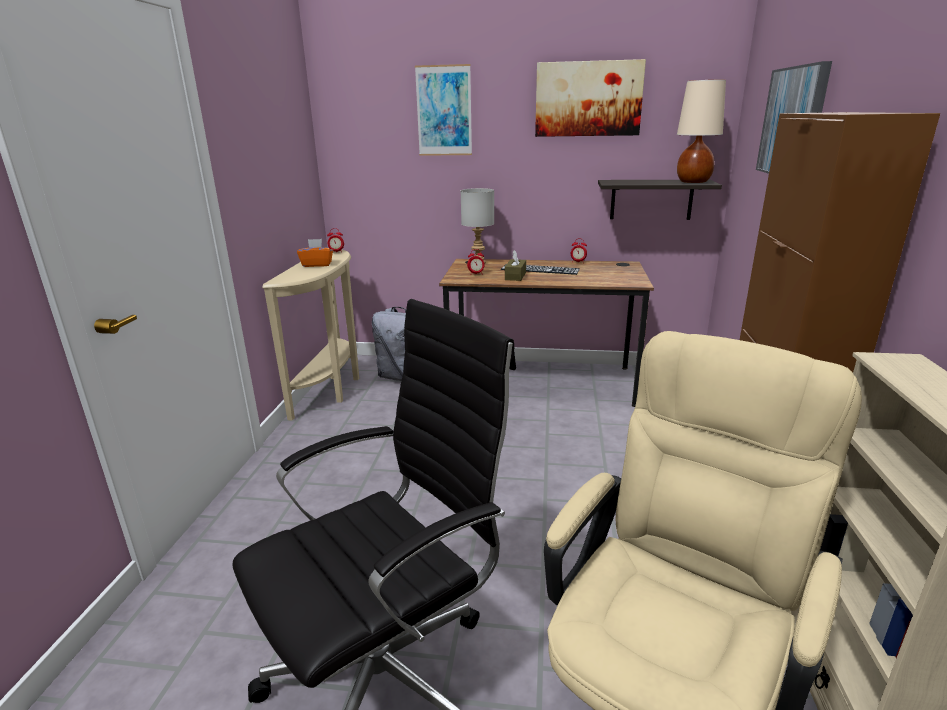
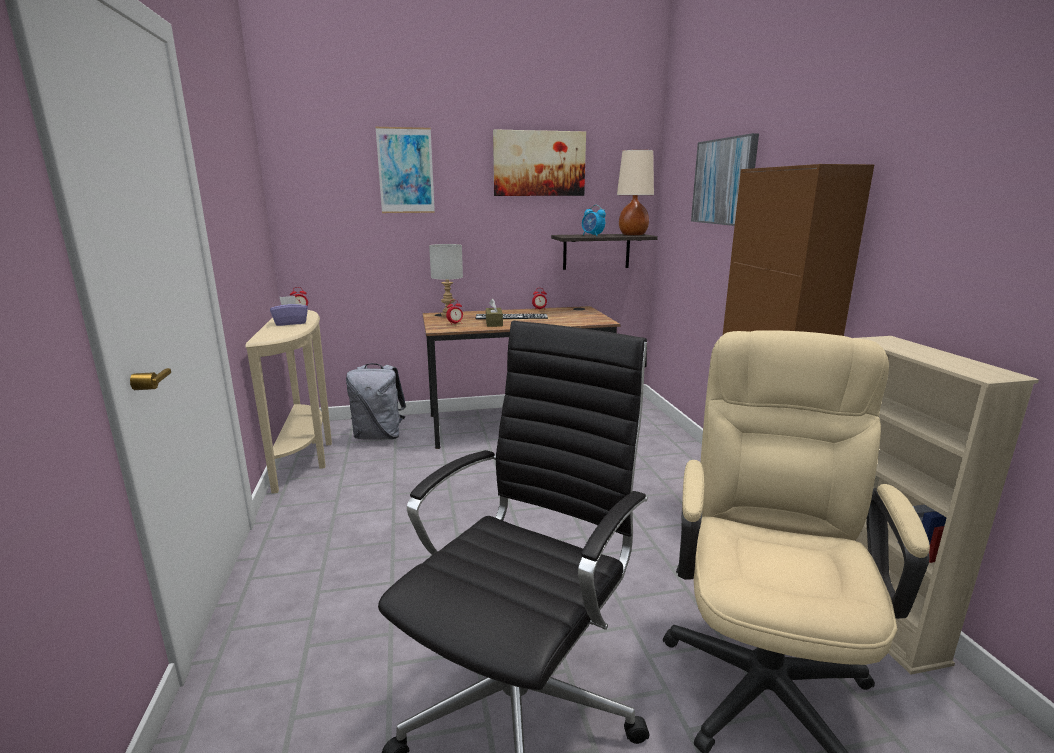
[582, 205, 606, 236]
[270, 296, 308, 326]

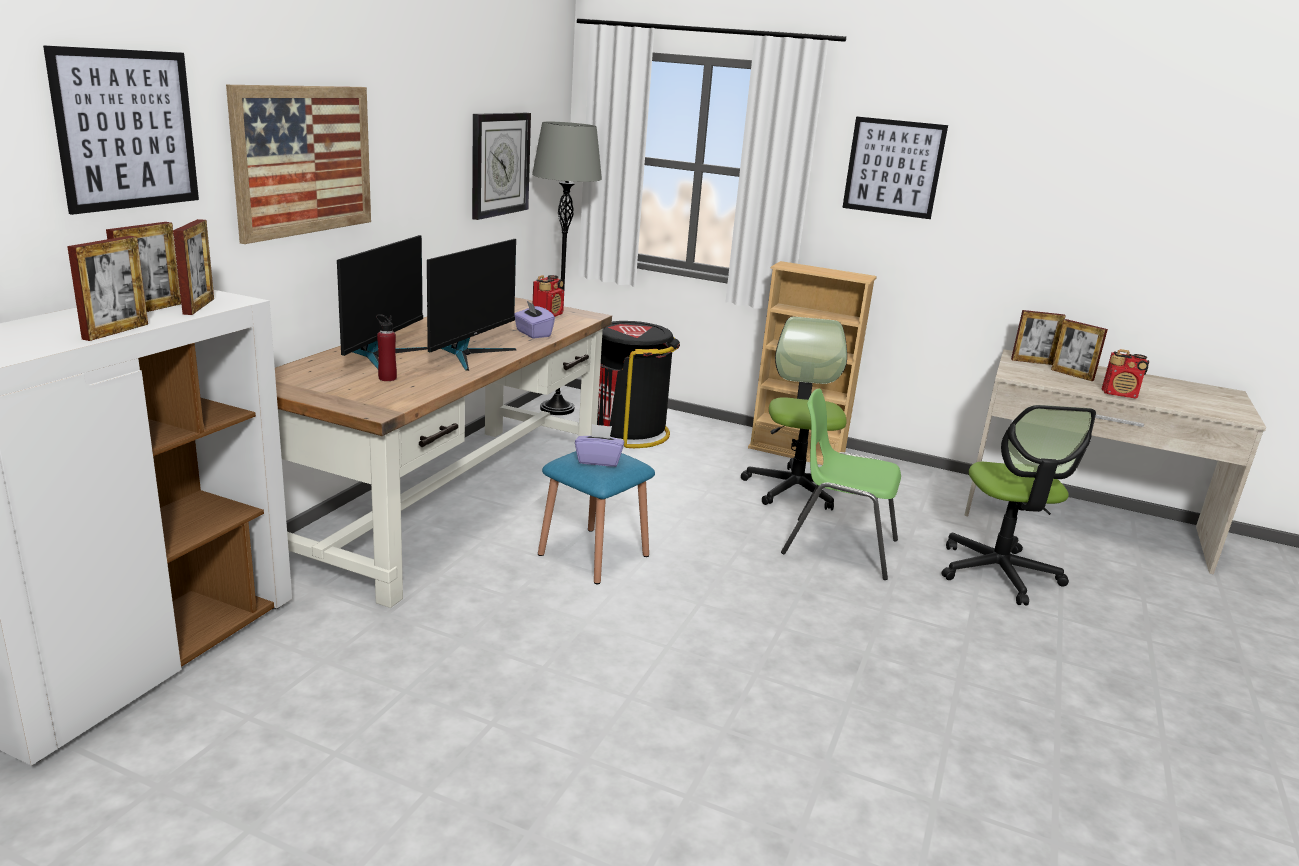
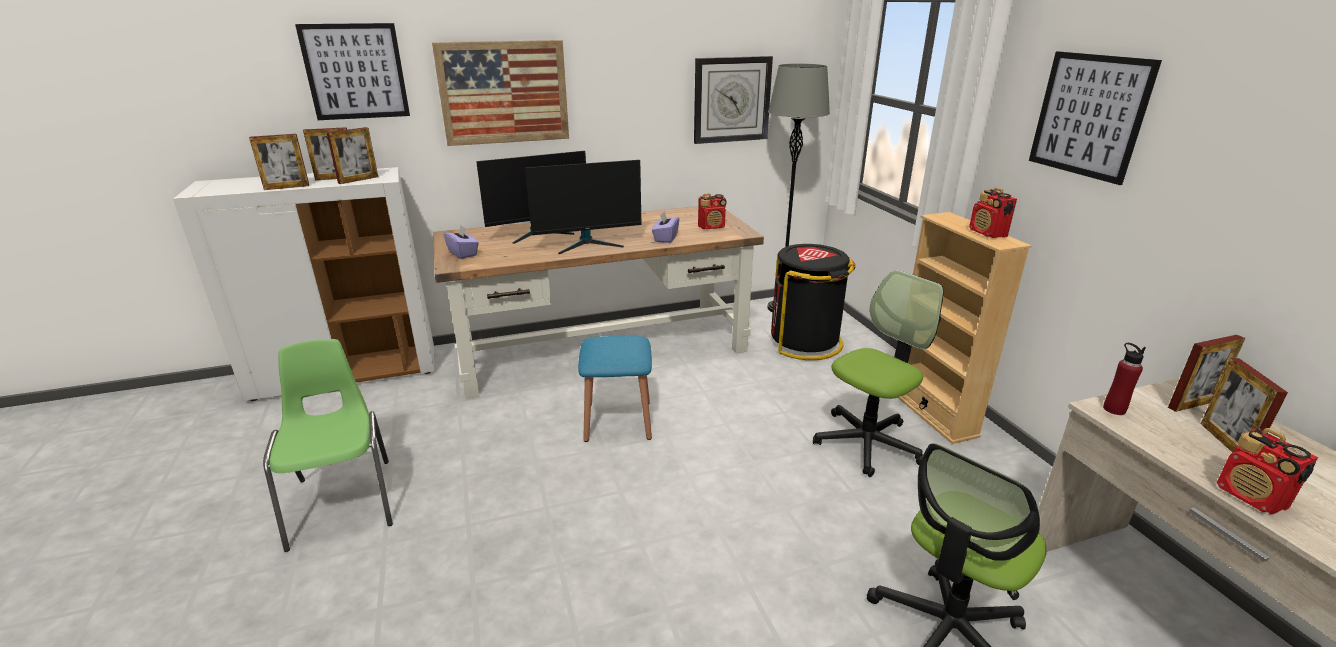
[969, 187, 1017, 238]
[1103, 343, 1146, 415]
[444, 225, 479, 259]
[263, 339, 393, 552]
[1168, 335, 1245, 412]

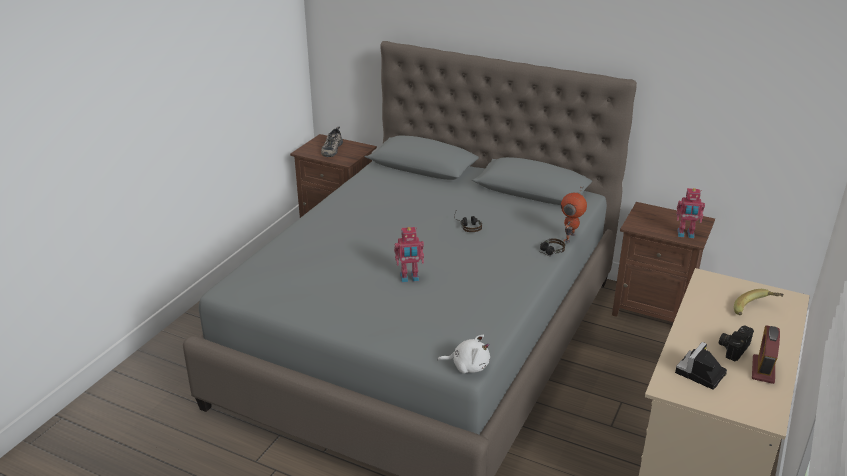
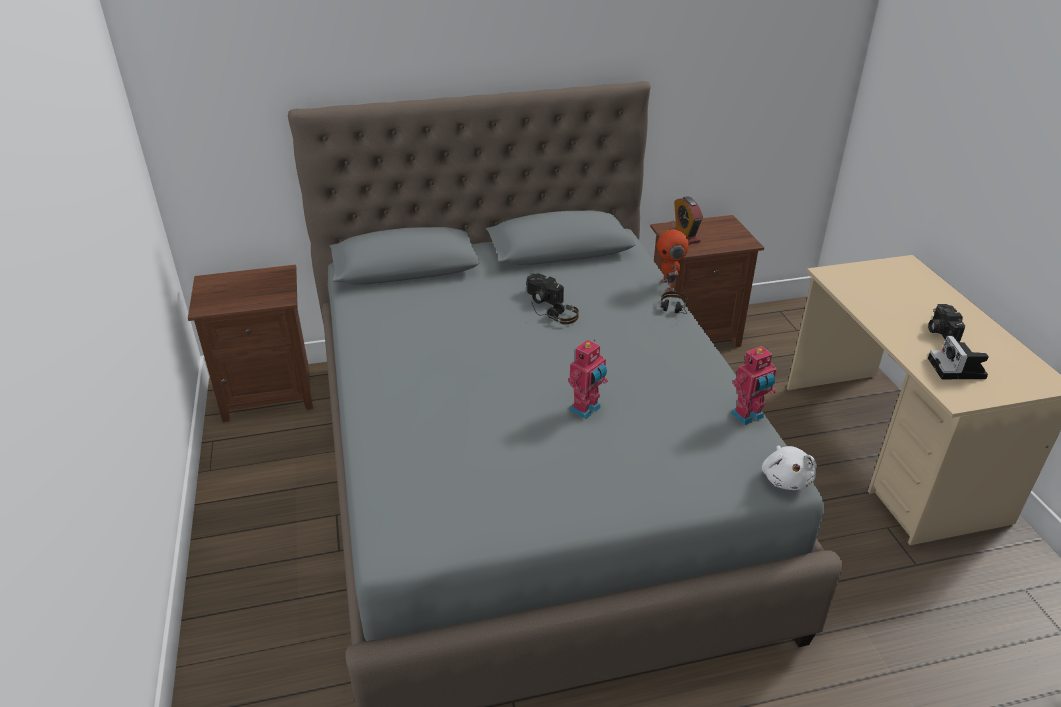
[321, 127, 343, 157] (first image)
[734, 289, 784, 315] (first image)
[526, 273, 564, 305]
[731, 346, 776, 425]
[670, 196, 703, 244]
[762, 445, 817, 490]

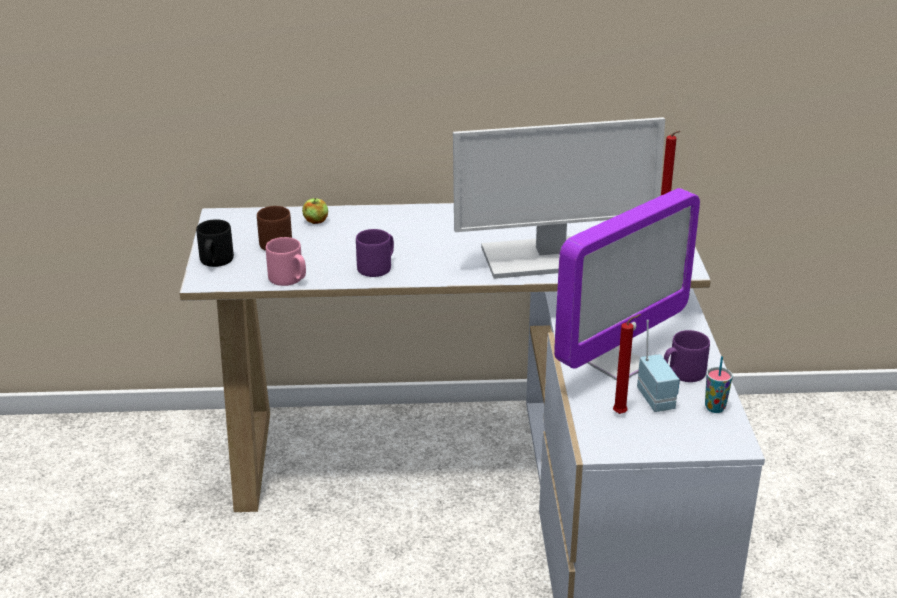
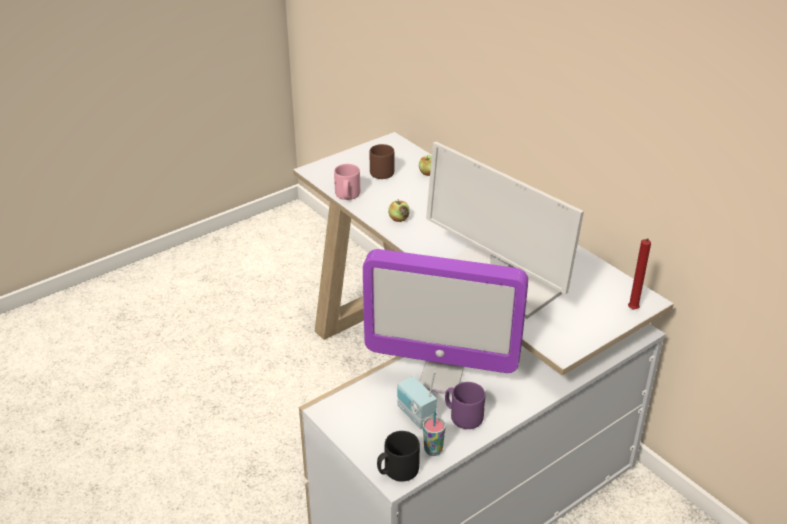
[613, 314, 641, 414] (first image)
[377, 431, 420, 482]
[388, 199, 410, 222]
[397, 371, 437, 429]

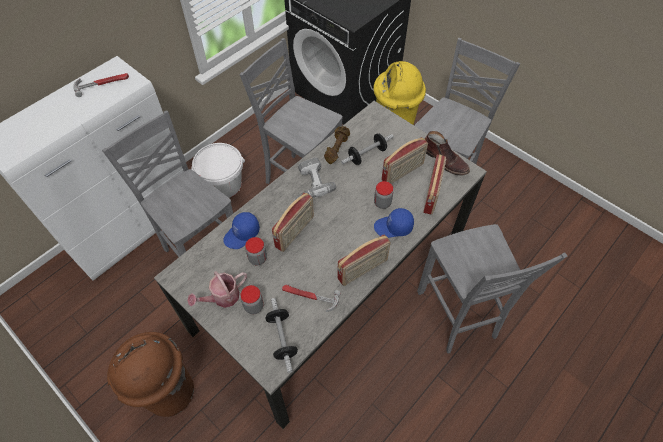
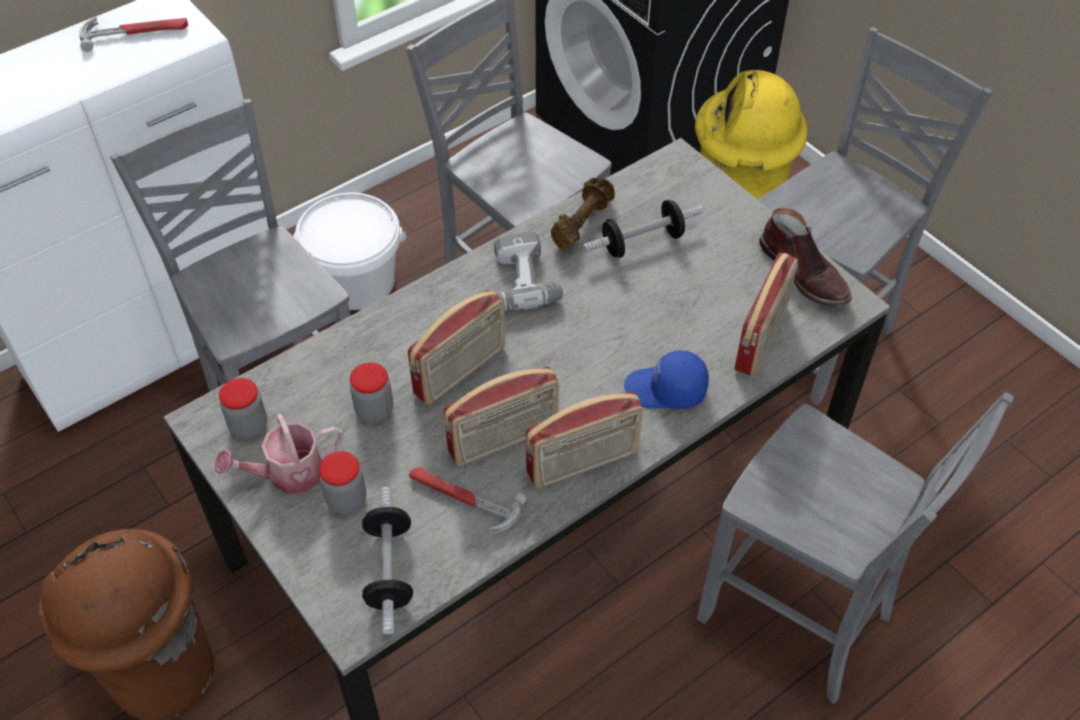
[224, 212, 260, 249] (first image)
[219, 378, 267, 439]
[444, 366, 559, 466]
[697, 392, 1014, 704]

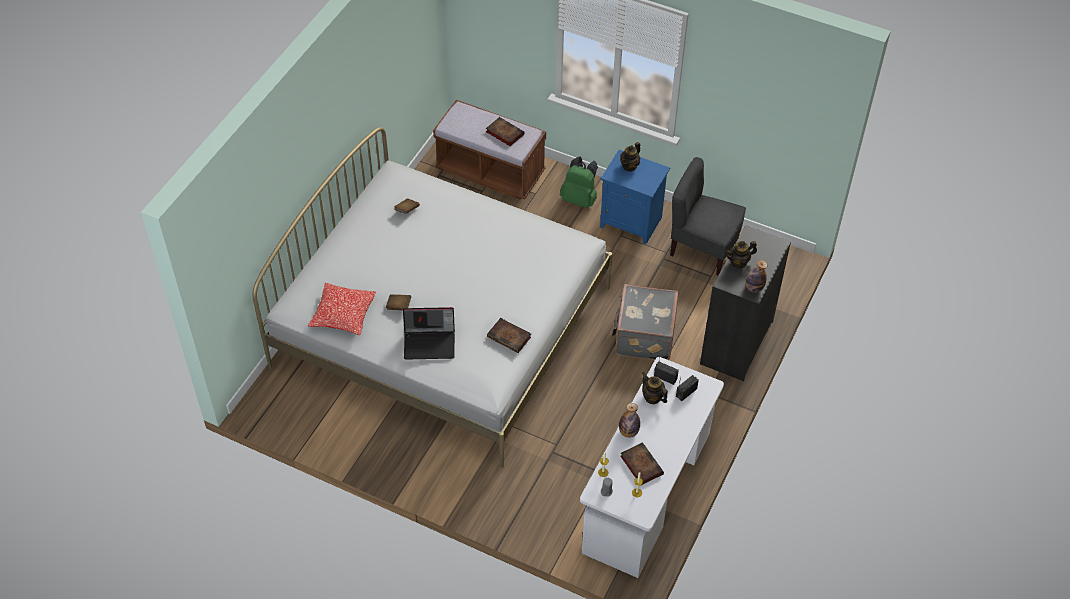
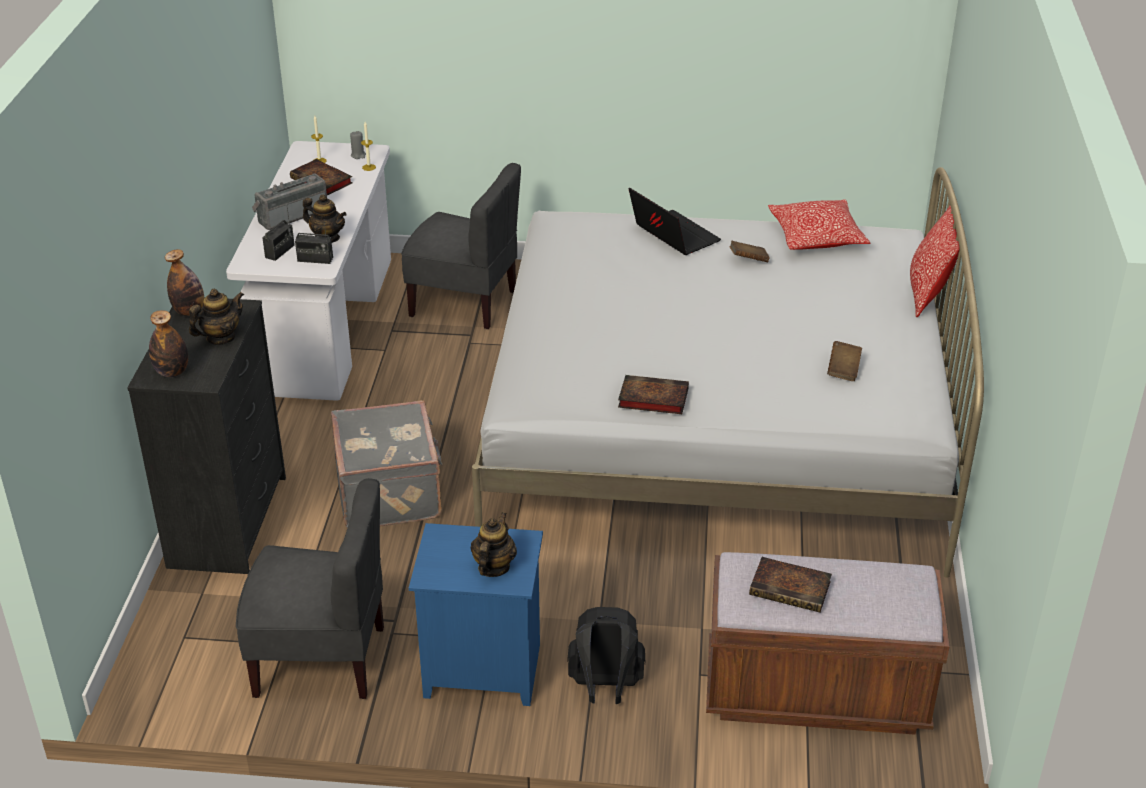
[252, 173, 327, 230]
[401, 163, 521, 329]
[910, 206, 960, 318]
[618, 375, 689, 414]
[149, 310, 188, 377]
[567, 607, 645, 704]
[629, 187, 721, 255]

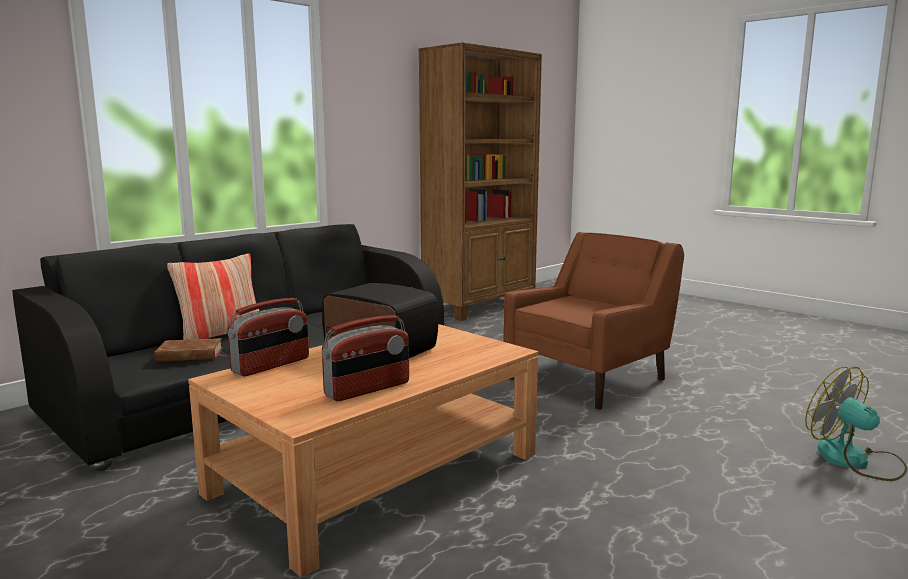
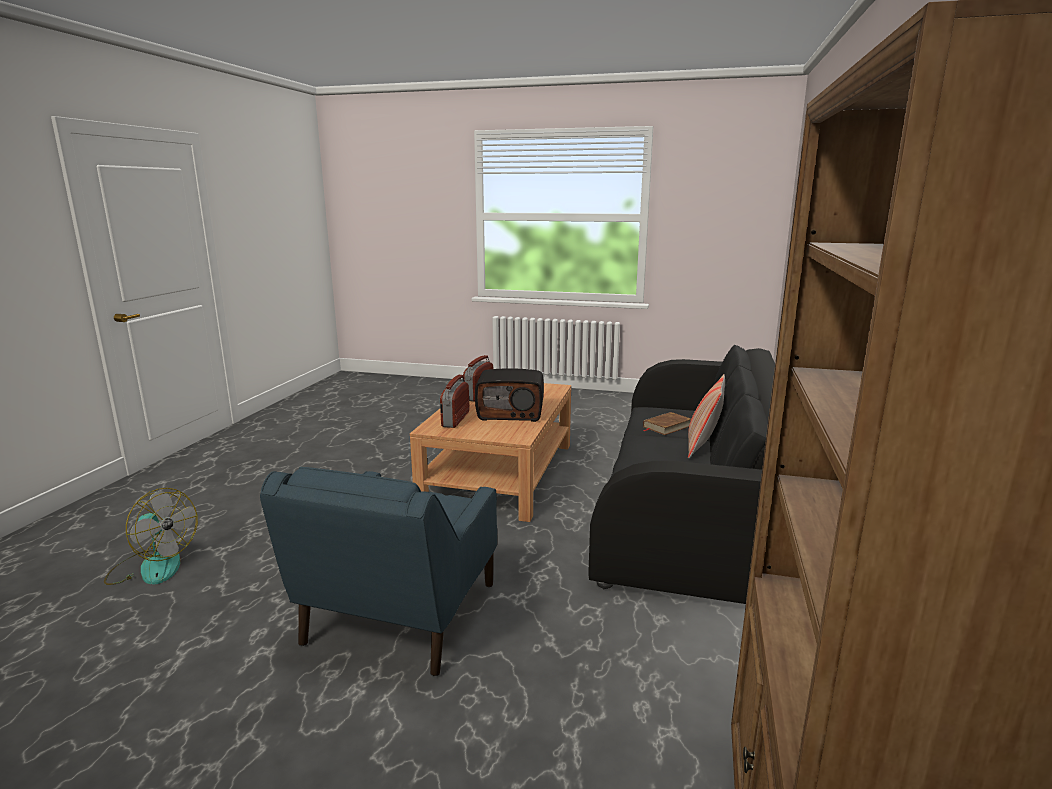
[440, 375, 469, 428]
[260, 467, 497, 676]

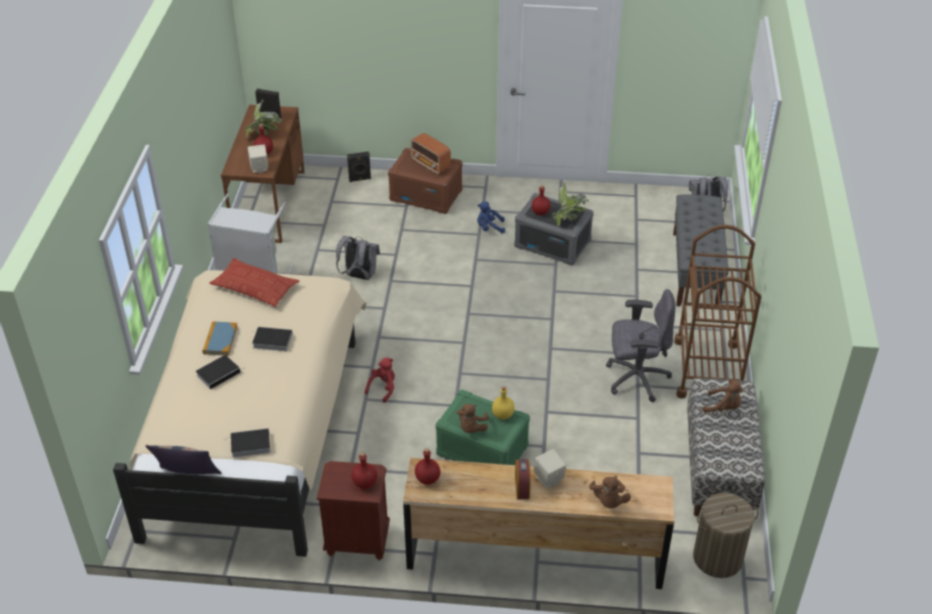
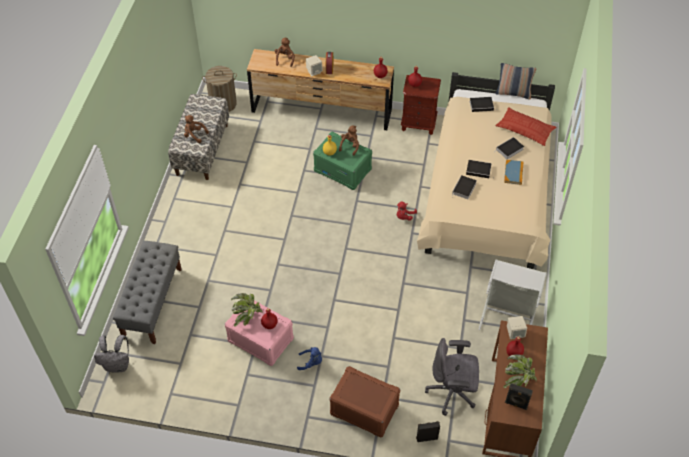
[336, 235, 380, 280] (first image)
[410, 133, 451, 174] (first image)
[674, 225, 762, 399] (first image)
[452, 175, 477, 200]
[495, 107, 556, 146]
[425, 338, 479, 416]
[225, 300, 294, 366]

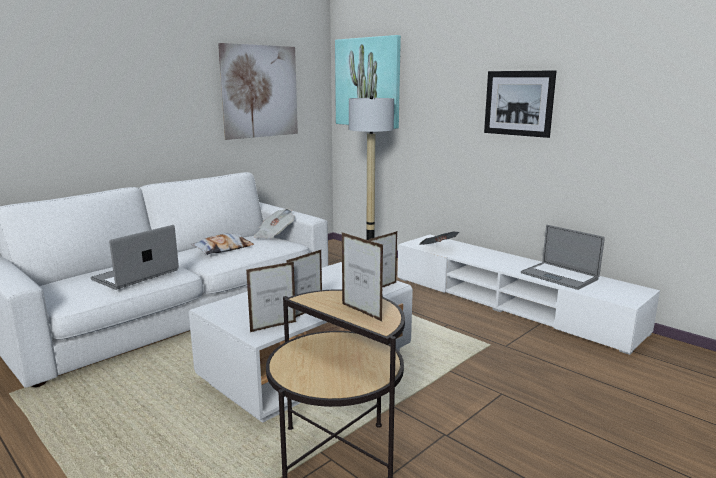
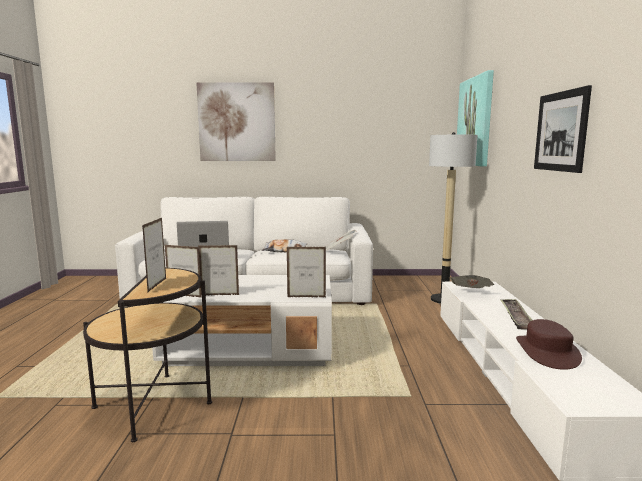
[500, 299, 533, 330]
[196, 82, 276, 161]
[516, 319, 582, 370]

